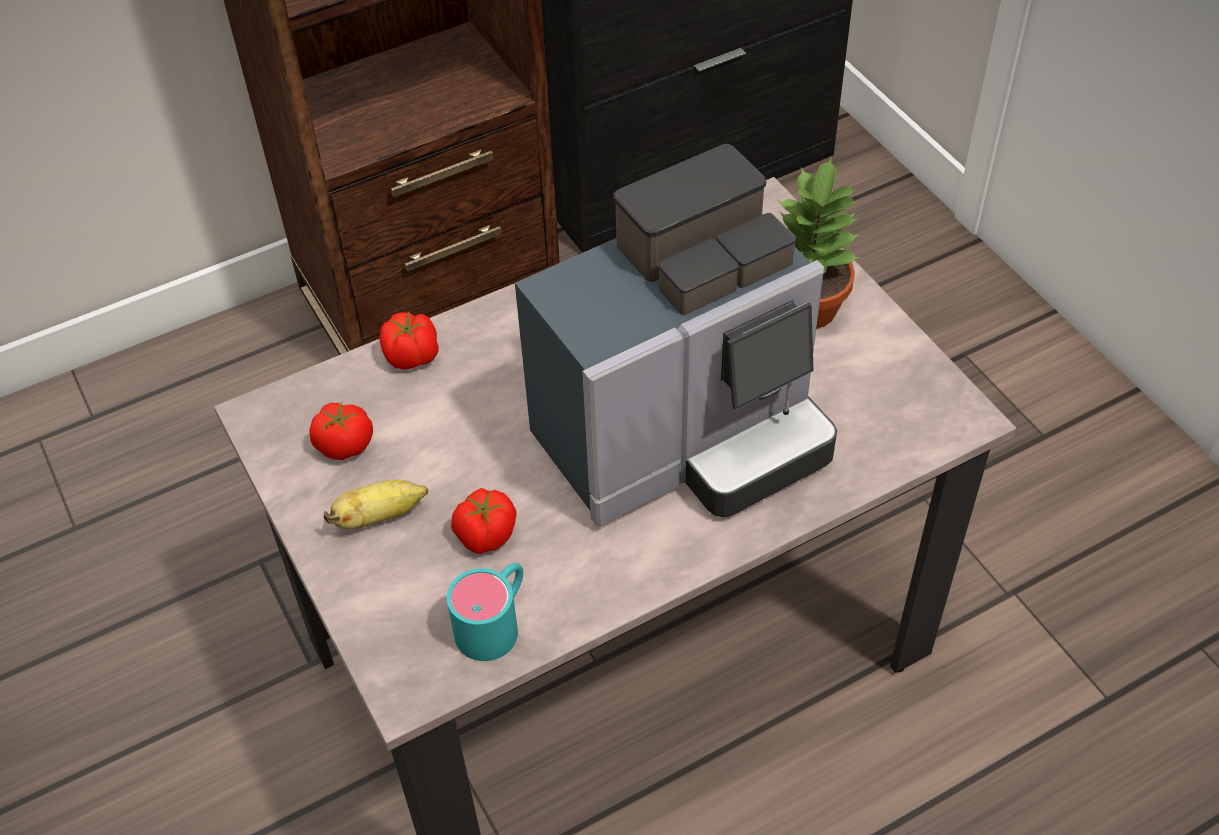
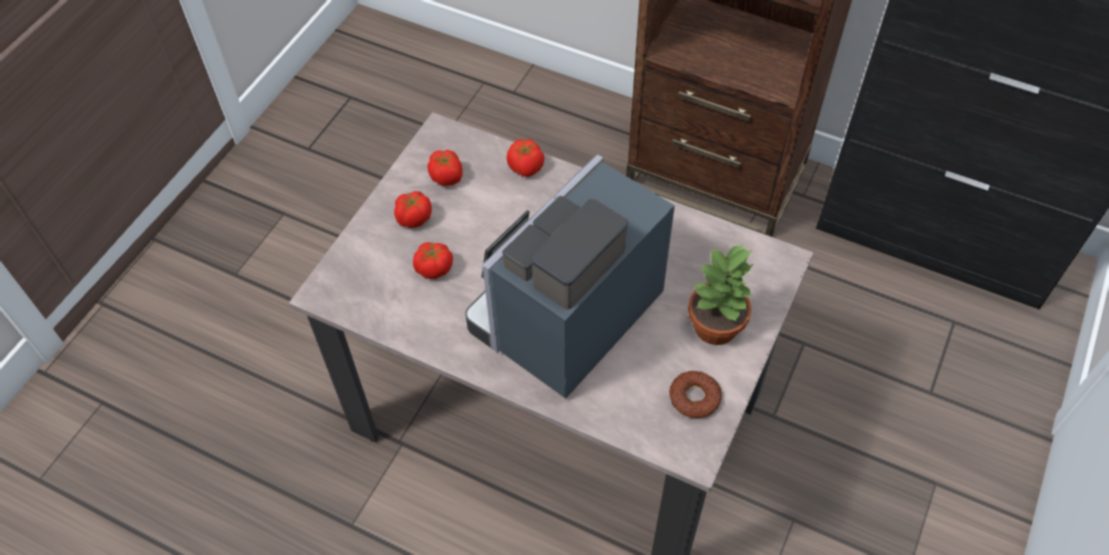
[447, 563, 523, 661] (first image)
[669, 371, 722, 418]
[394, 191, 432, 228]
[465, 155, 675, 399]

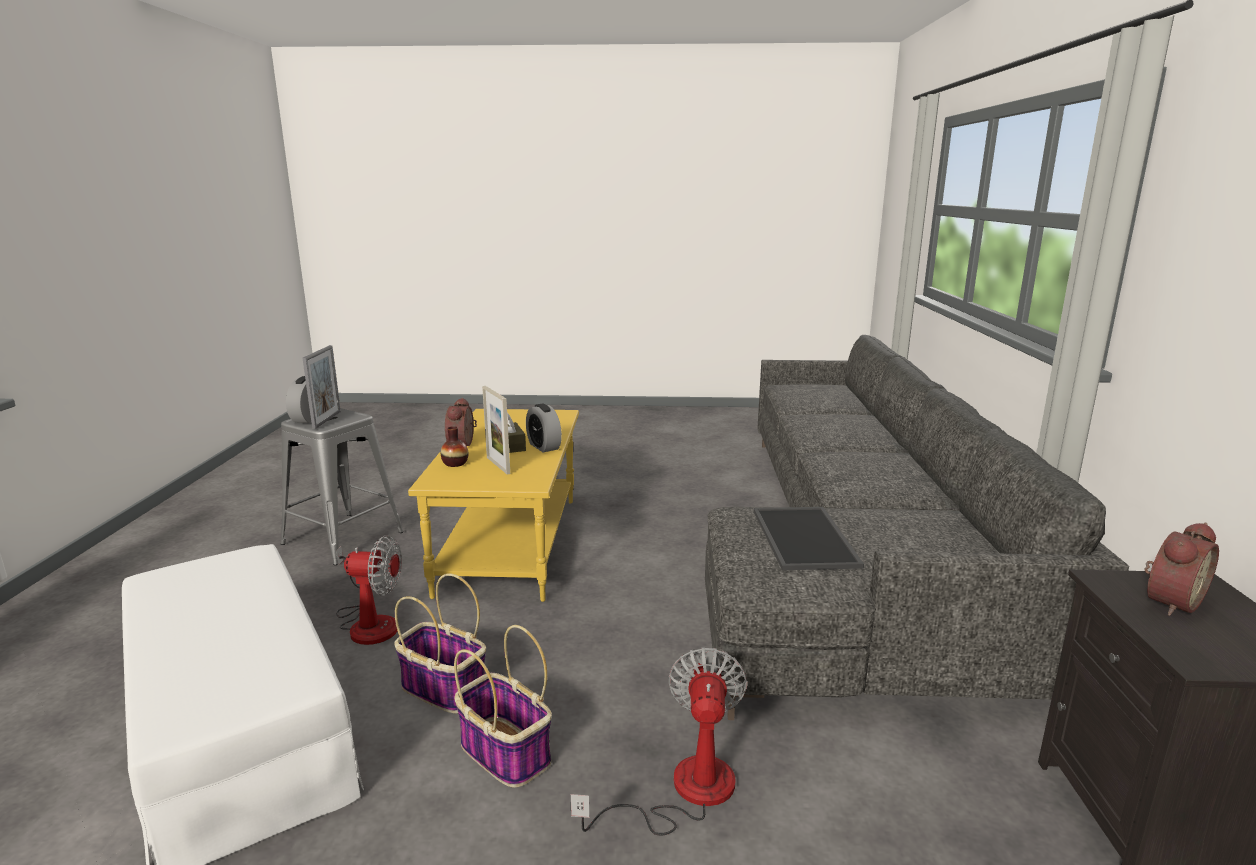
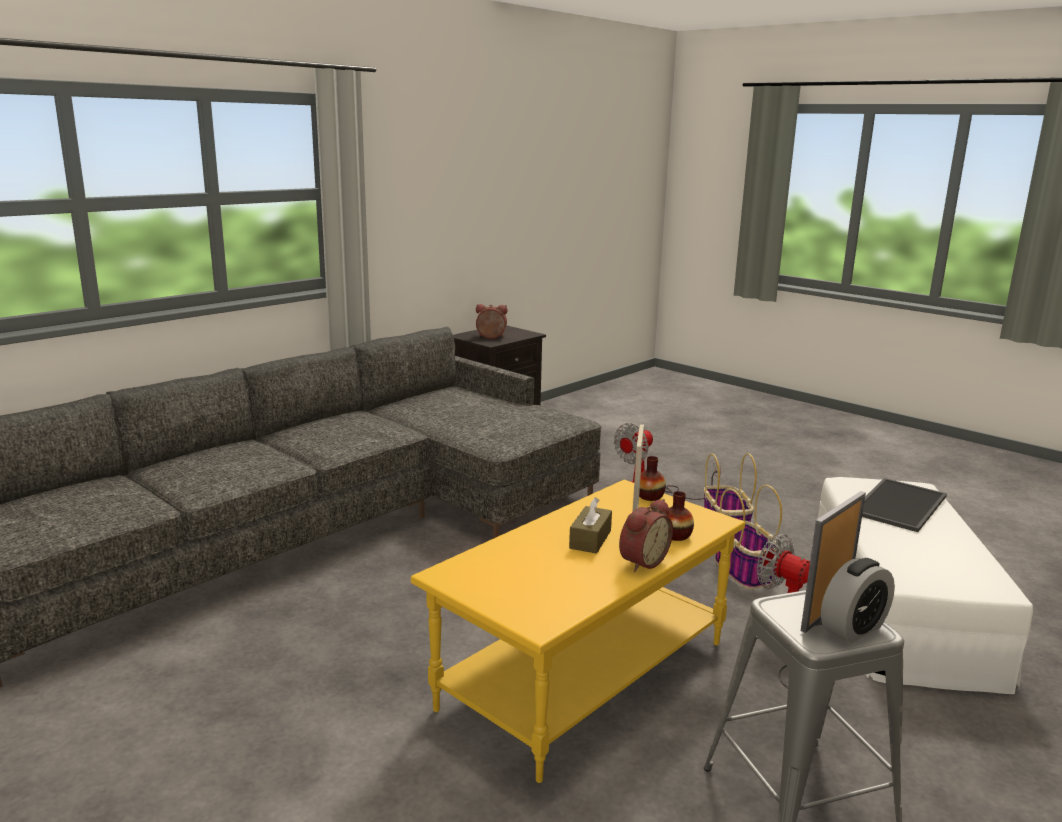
[526, 403, 562, 453] (first image)
[639, 456, 666, 501]
[862, 478, 947, 532]

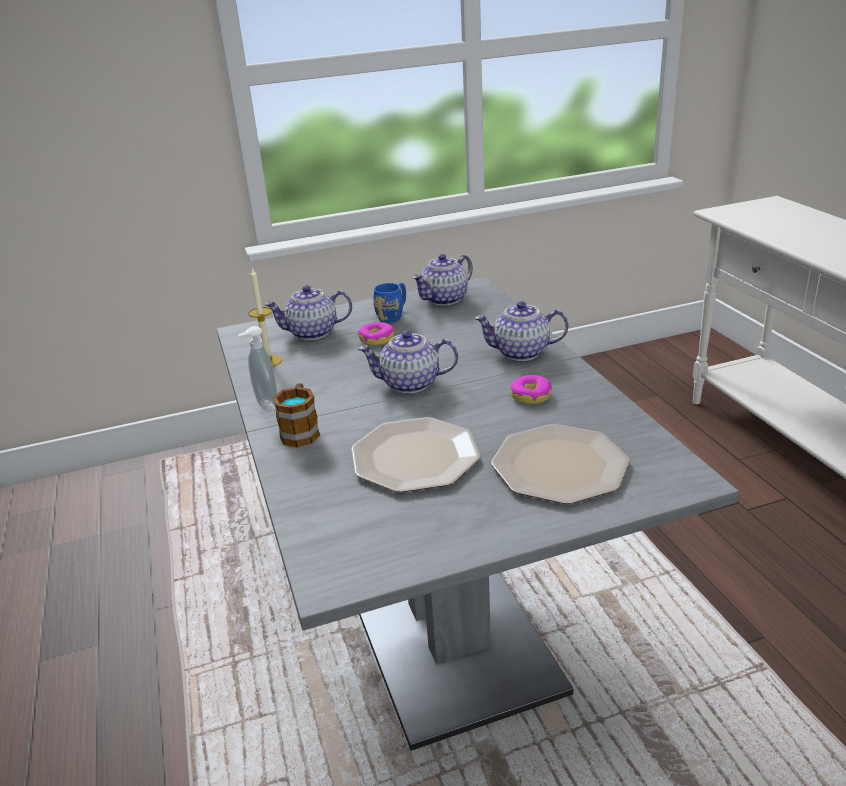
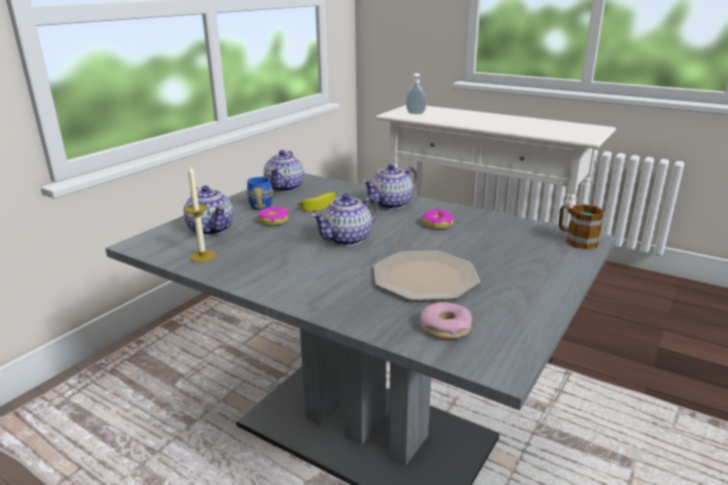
[491, 424, 630, 504] (first image)
[297, 192, 335, 212]
[420, 302, 472, 340]
[406, 73, 427, 114]
[558, 204, 604, 249]
[183, 186, 234, 236]

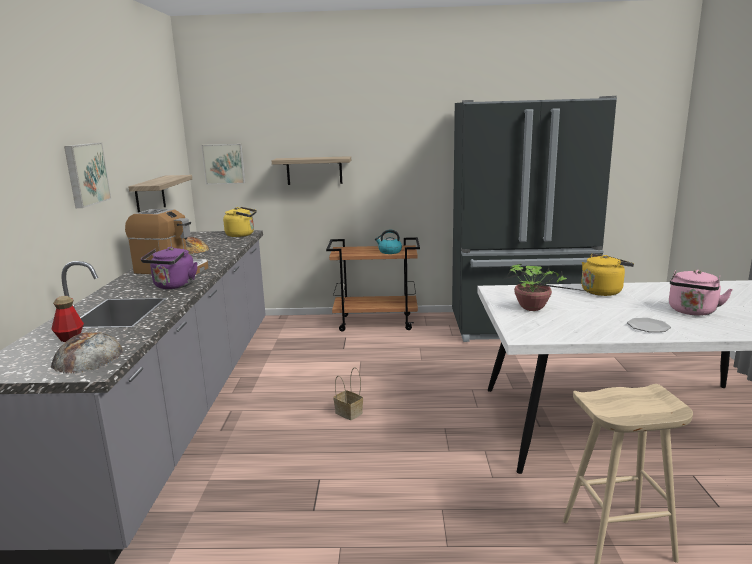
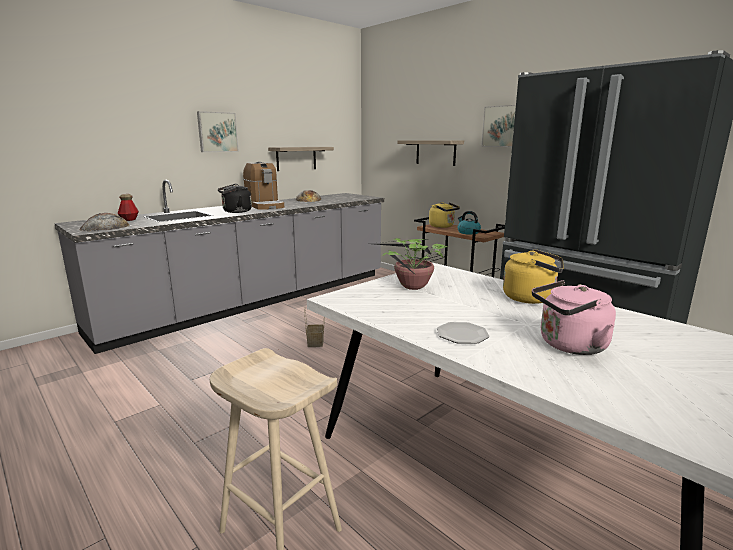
[481, 105, 516, 147]
[429, 202, 460, 228]
[218, 184, 252, 213]

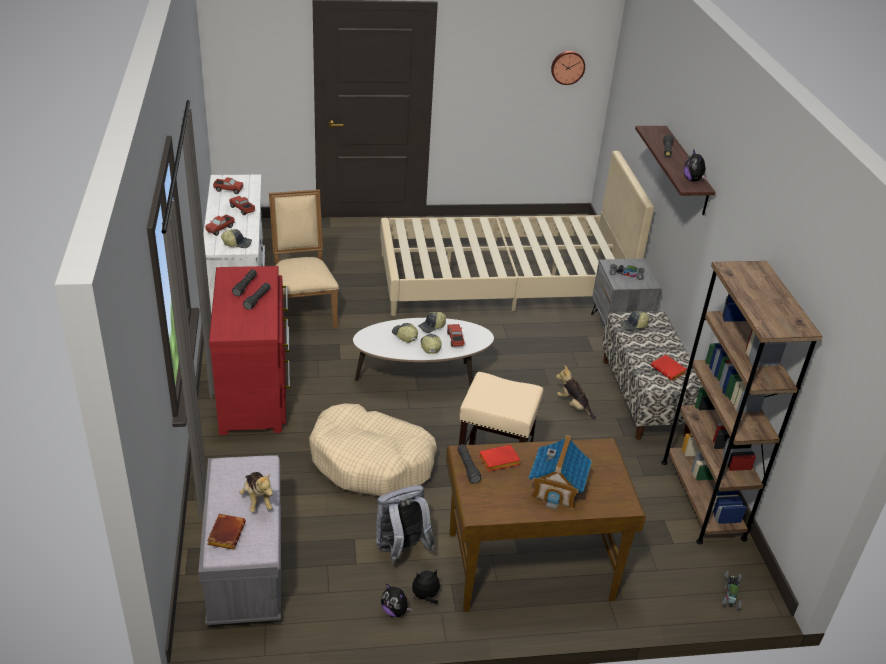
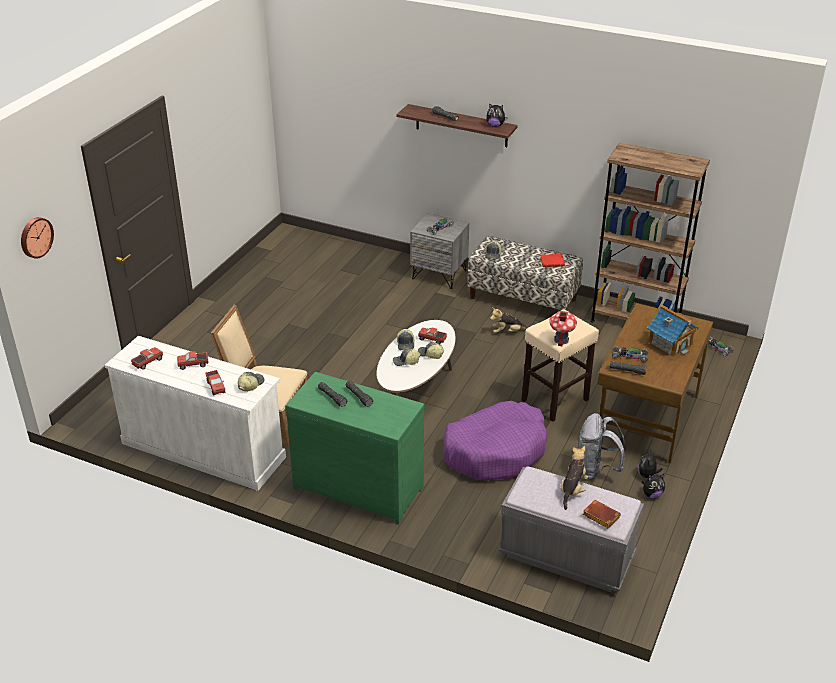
[380, 151, 654, 316] (first image)
[549, 311, 577, 346]
[21, 217, 54, 259]
[612, 346, 648, 362]
[285, 372, 425, 525]
[443, 401, 547, 480]
[560, 446, 588, 510]

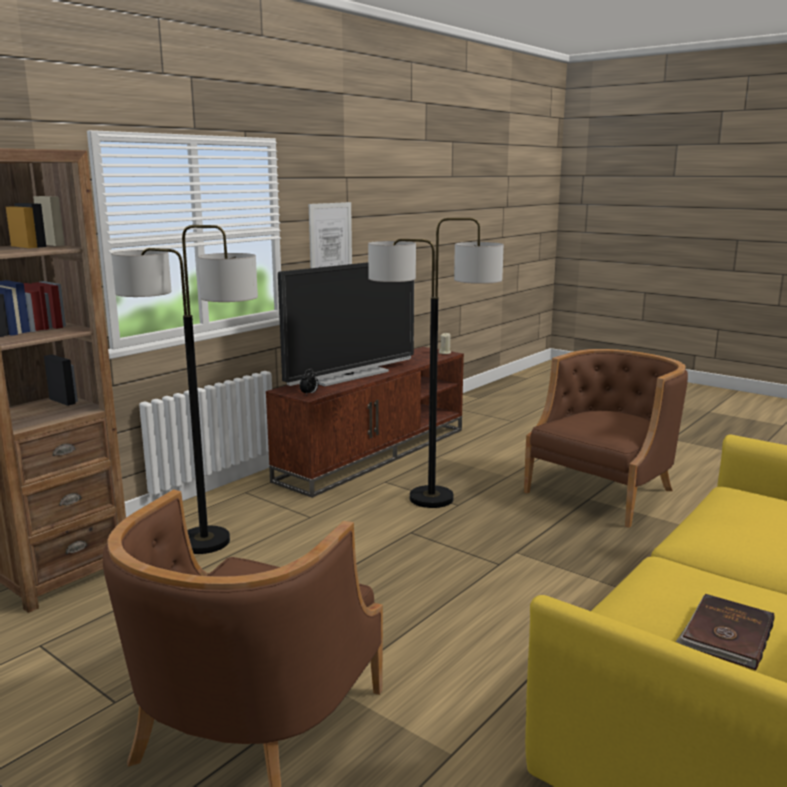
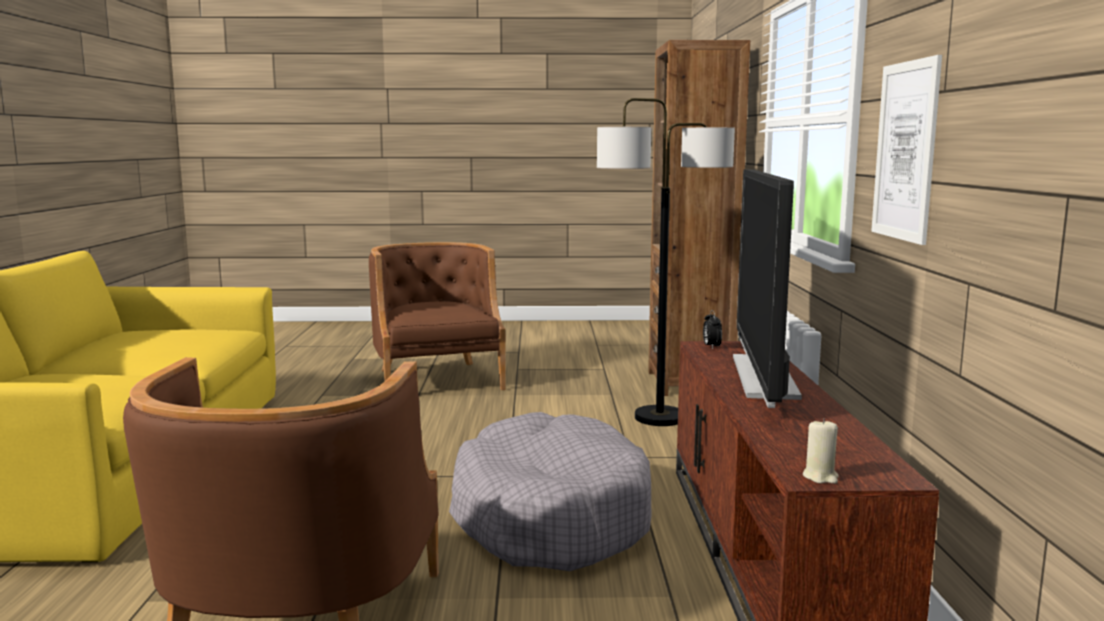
[676, 594, 775, 670] (first image)
[449, 412, 652, 571]

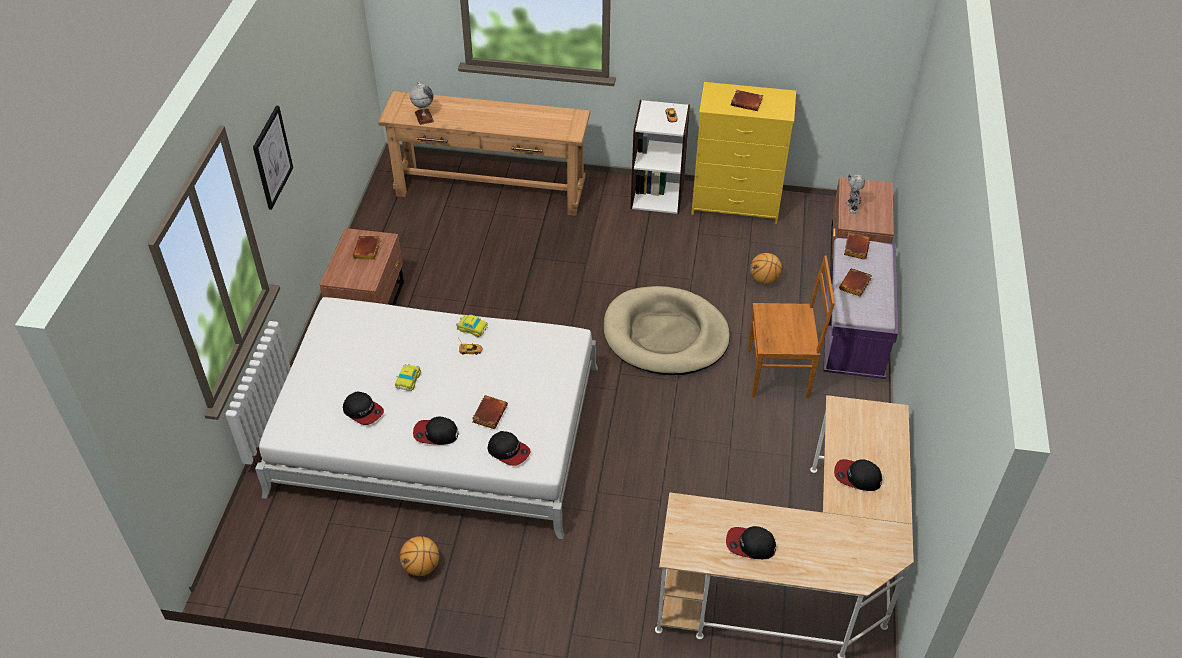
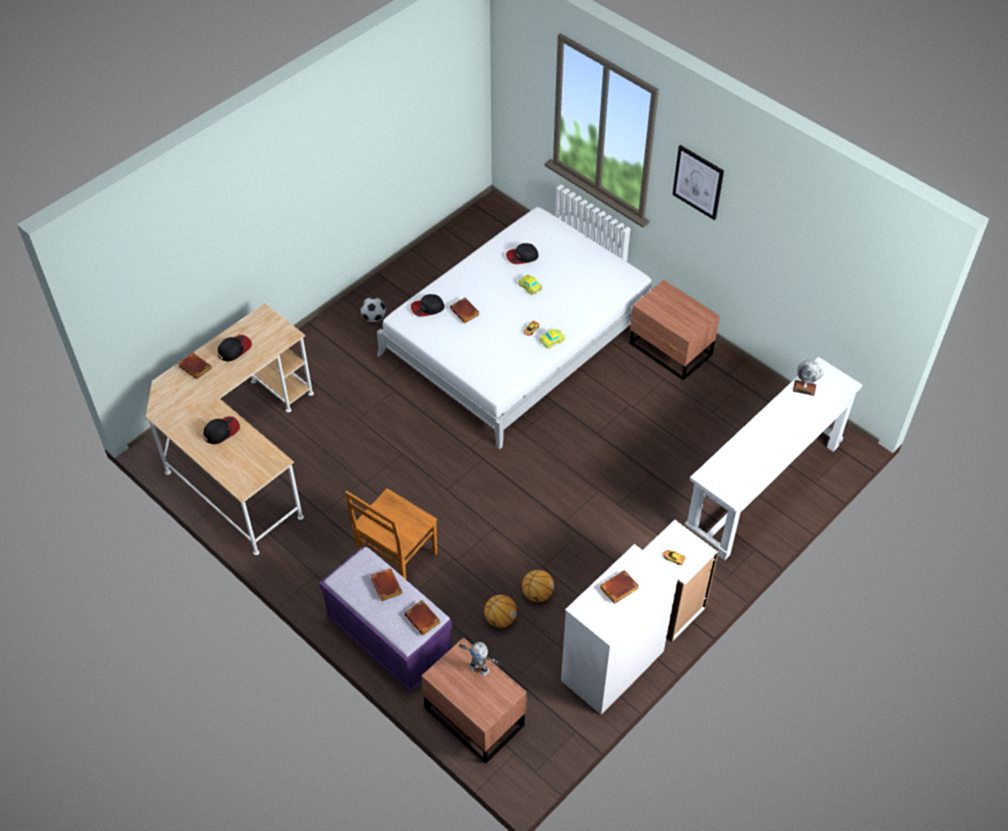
[413, 417, 458, 445] (first image)
[604, 286, 730, 375] (first image)
[360, 297, 386, 322]
[178, 353, 212, 379]
[522, 570, 554, 602]
[685, 357, 862, 561]
[561, 544, 678, 715]

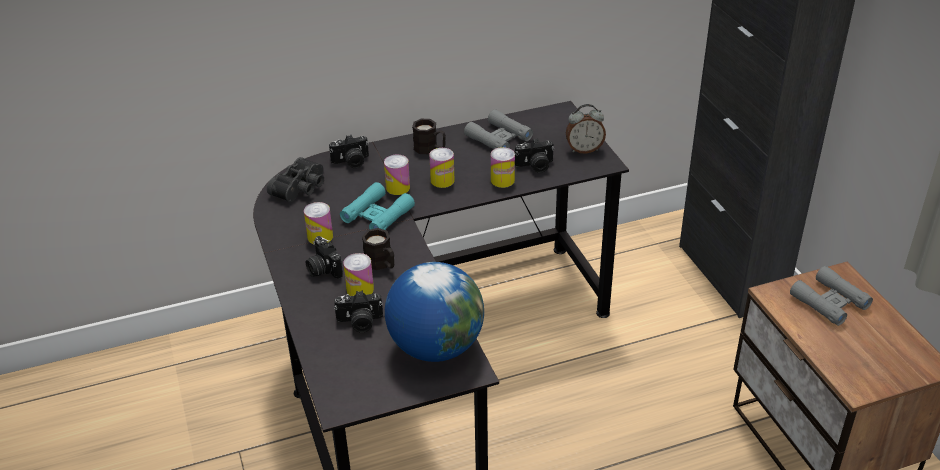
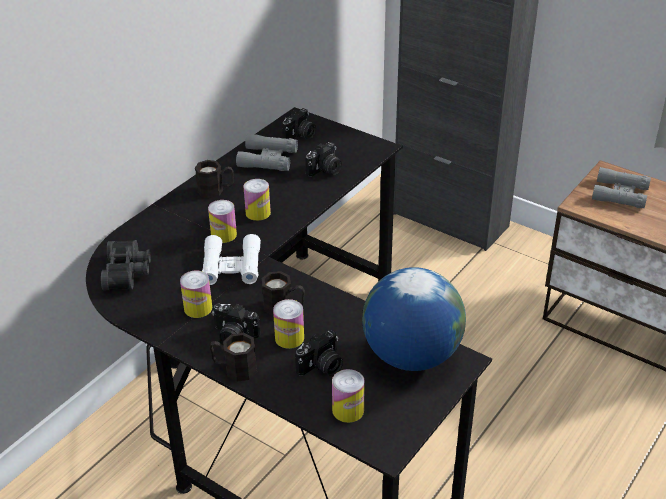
[566, 104, 606, 153] (first image)
[209, 333, 257, 382]
[282, 108, 316, 139]
[332, 369, 365, 423]
[202, 234, 261, 285]

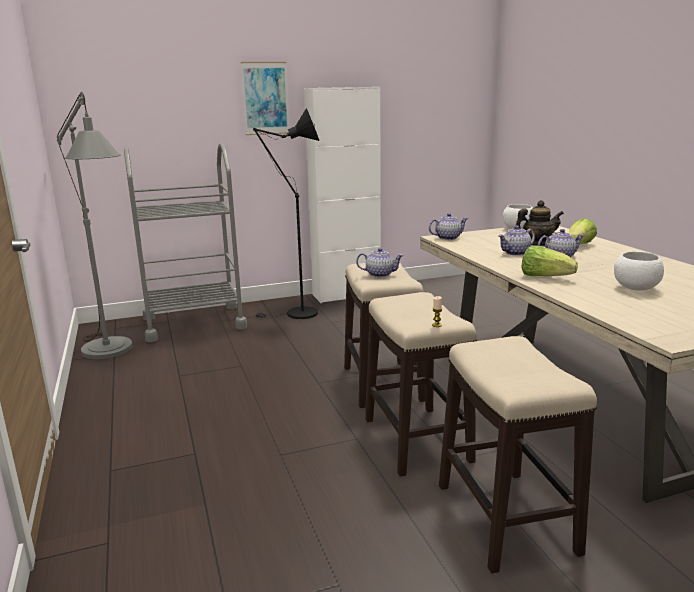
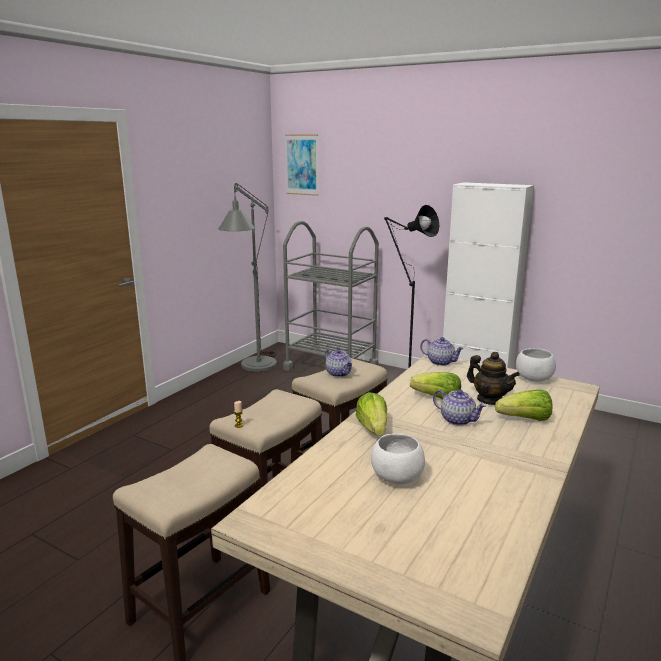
[285, 135, 318, 196]
[410, 372, 461, 399]

